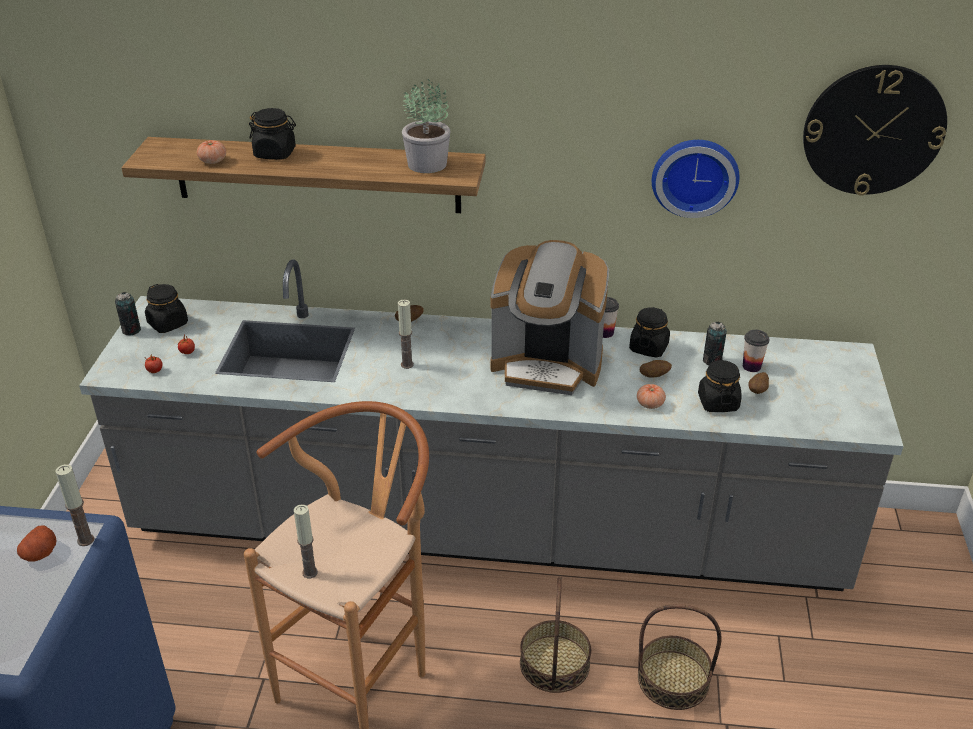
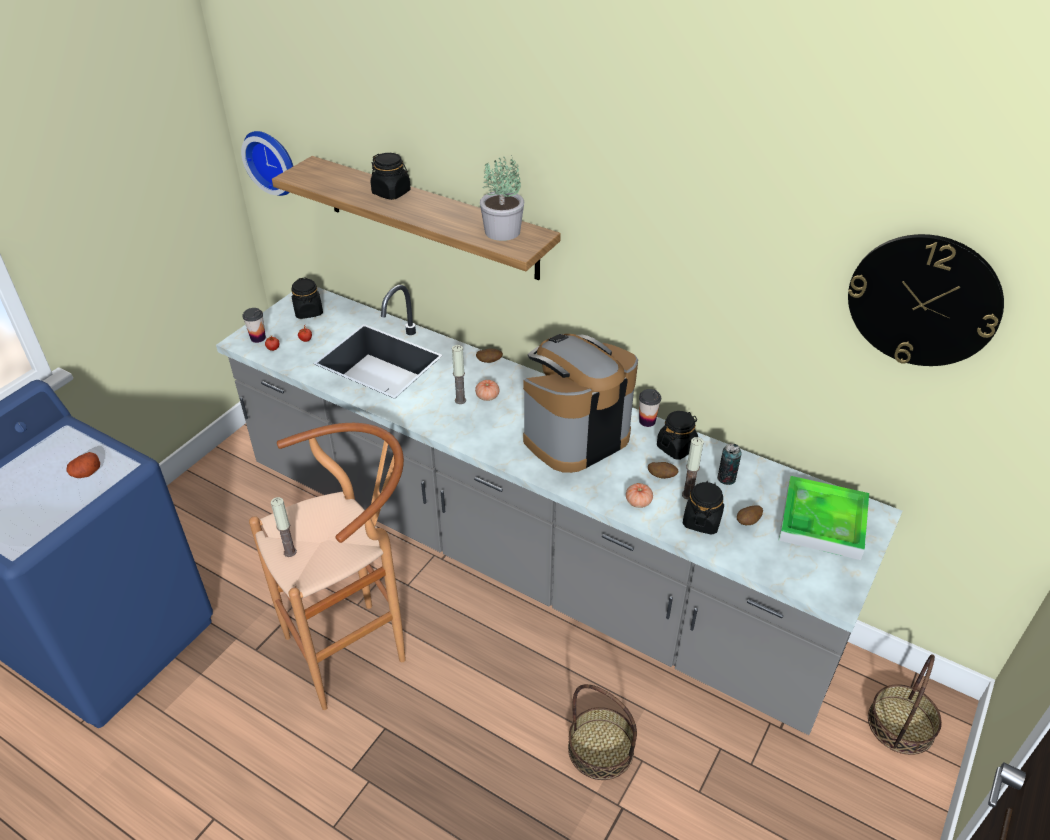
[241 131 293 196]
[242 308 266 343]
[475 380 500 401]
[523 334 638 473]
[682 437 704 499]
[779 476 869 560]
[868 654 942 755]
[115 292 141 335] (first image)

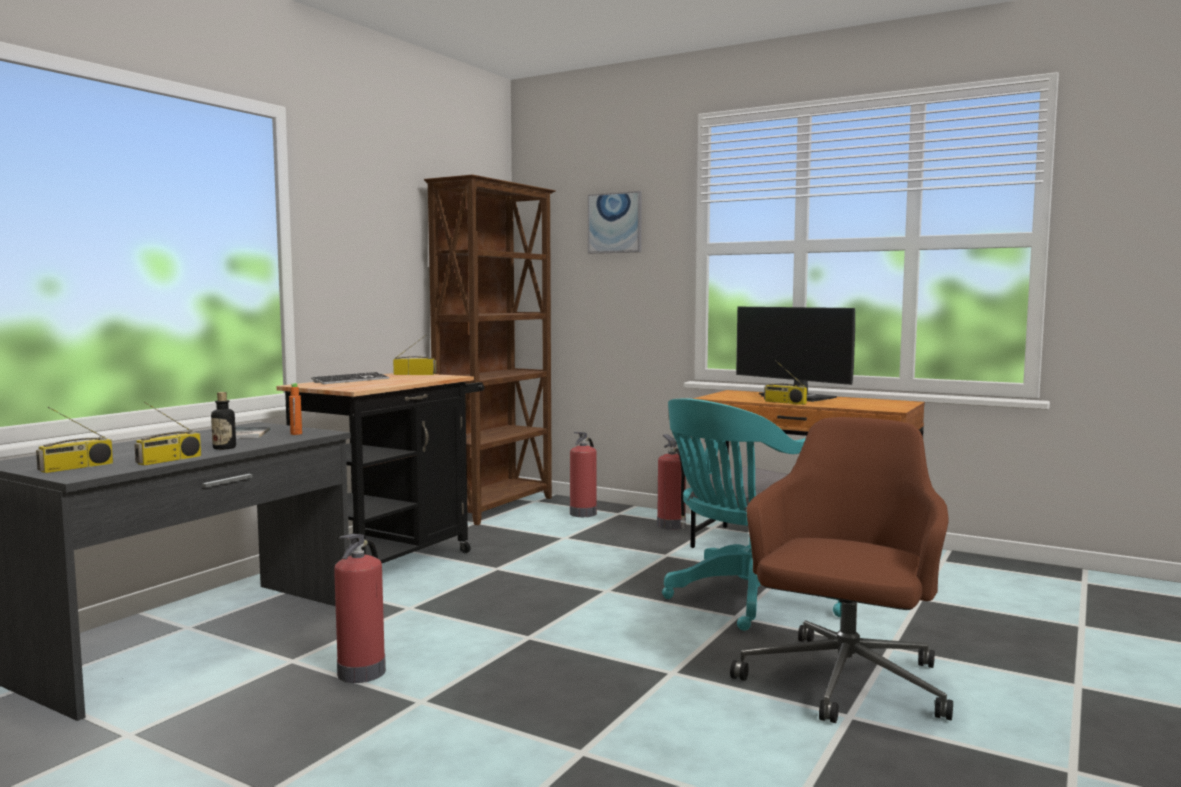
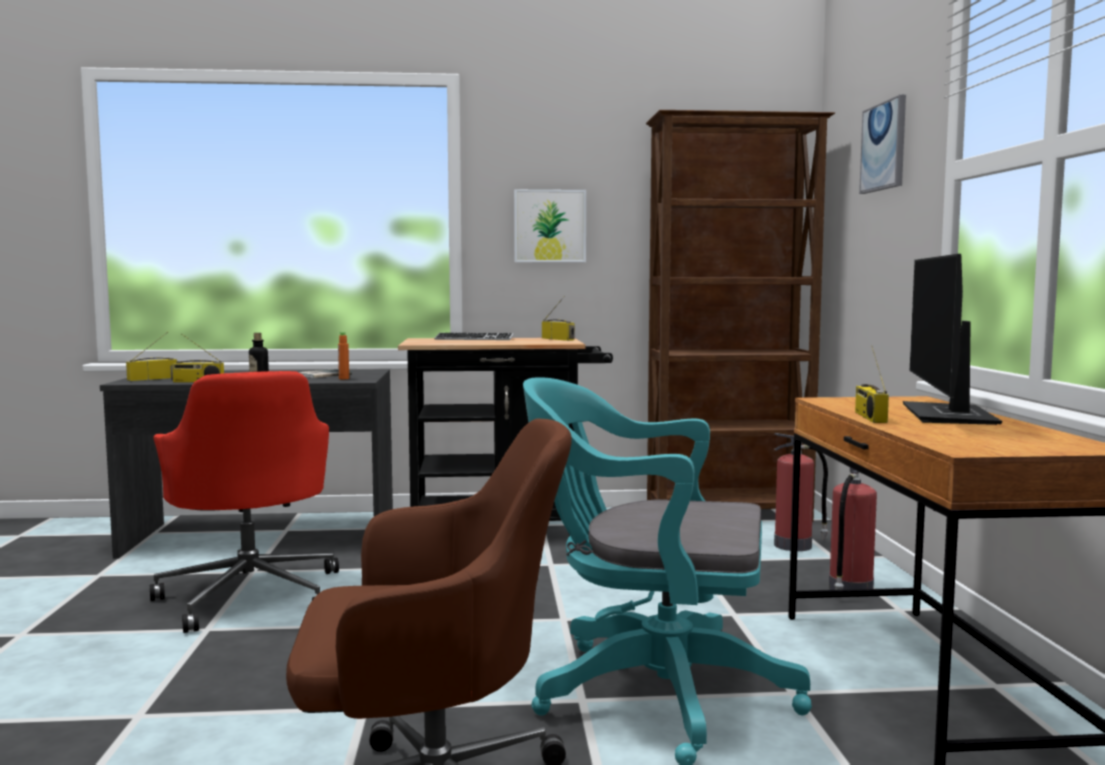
[126 332 179 381]
[150 371 339 633]
[514 189 586 262]

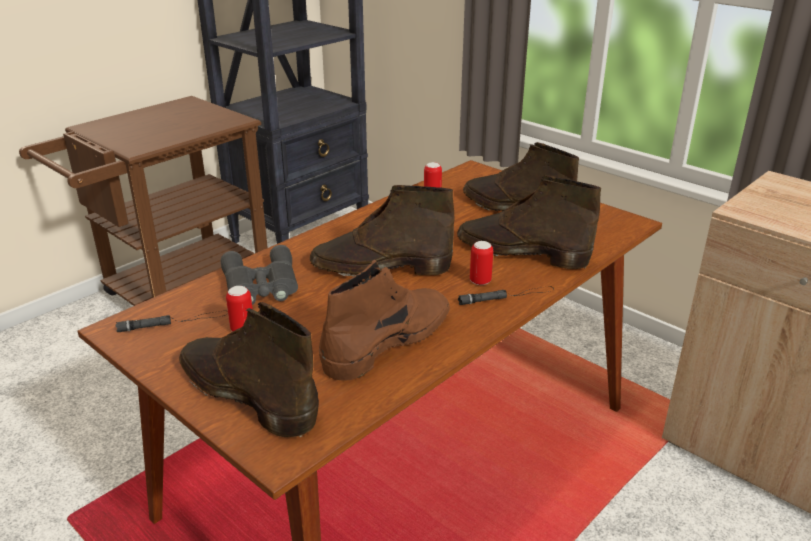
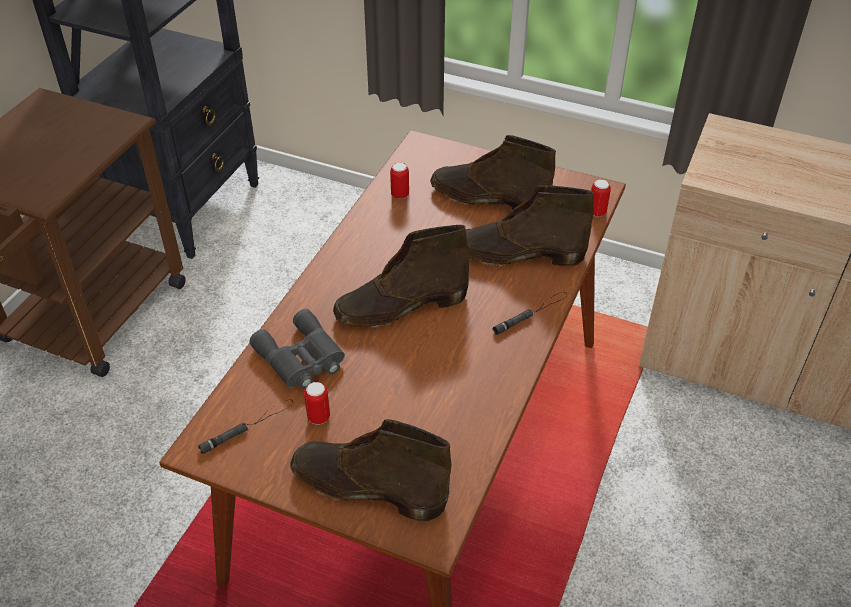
[591 180 611 217]
[319 260 450 380] (first image)

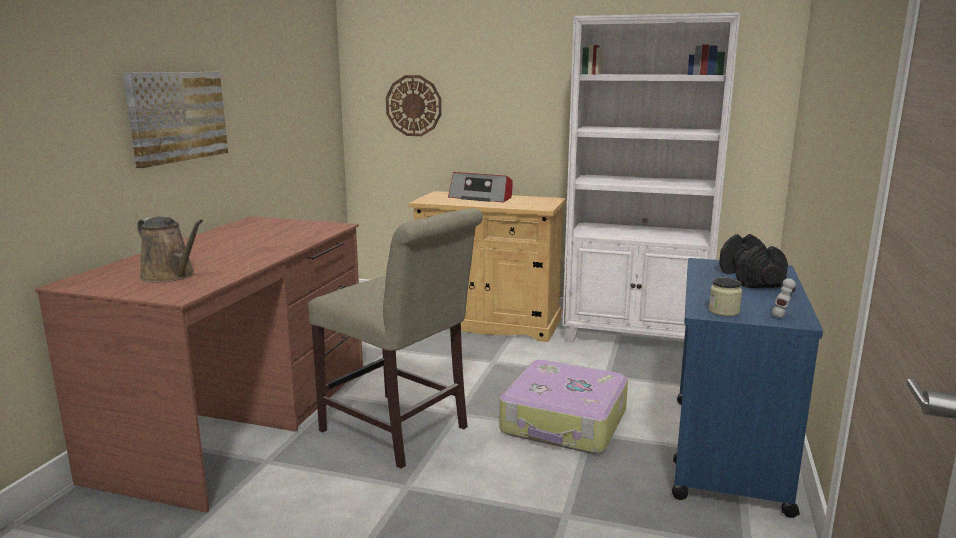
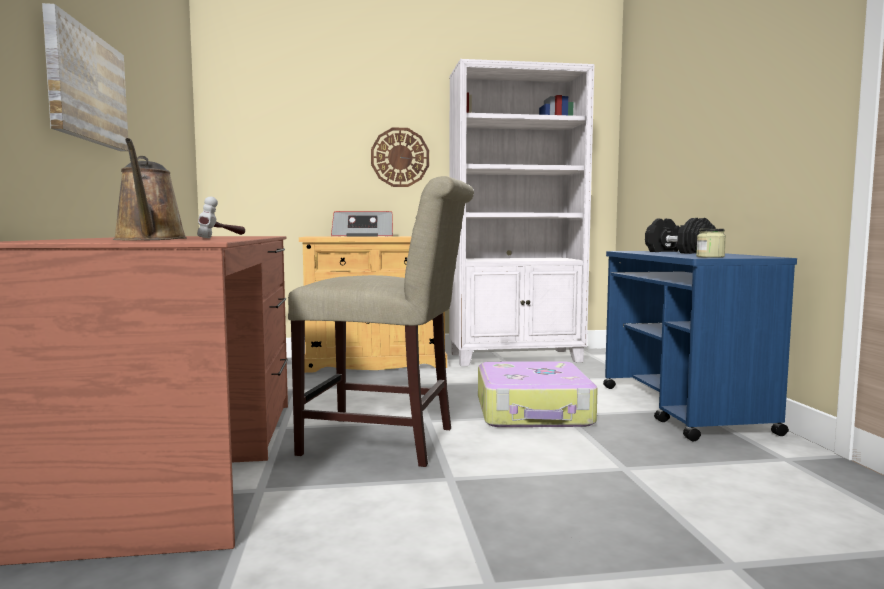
[113 138 187 240]
[197 197 245 238]
[371 127 429 187]

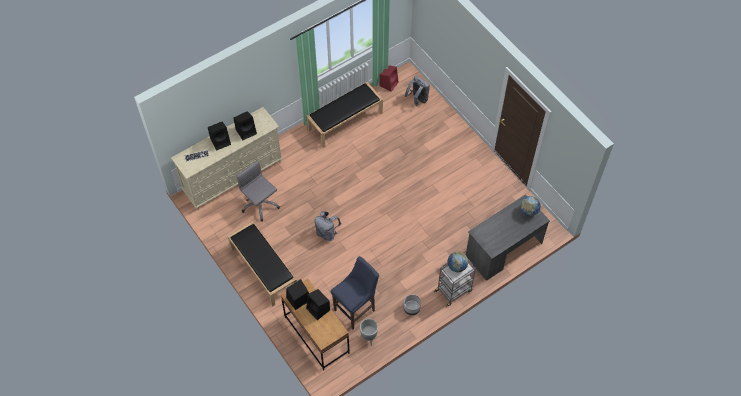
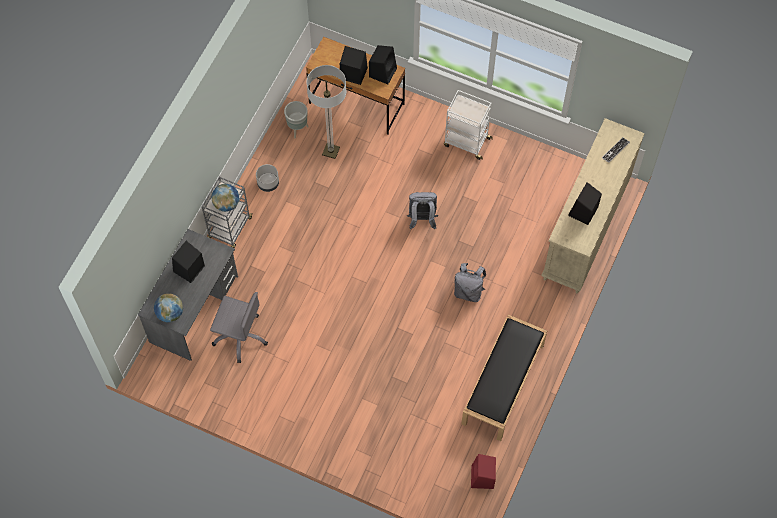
[172 241 205 283]
[210 292 268 363]
[306 65 347 159]
[444 90 493 160]
[454 263 486 302]

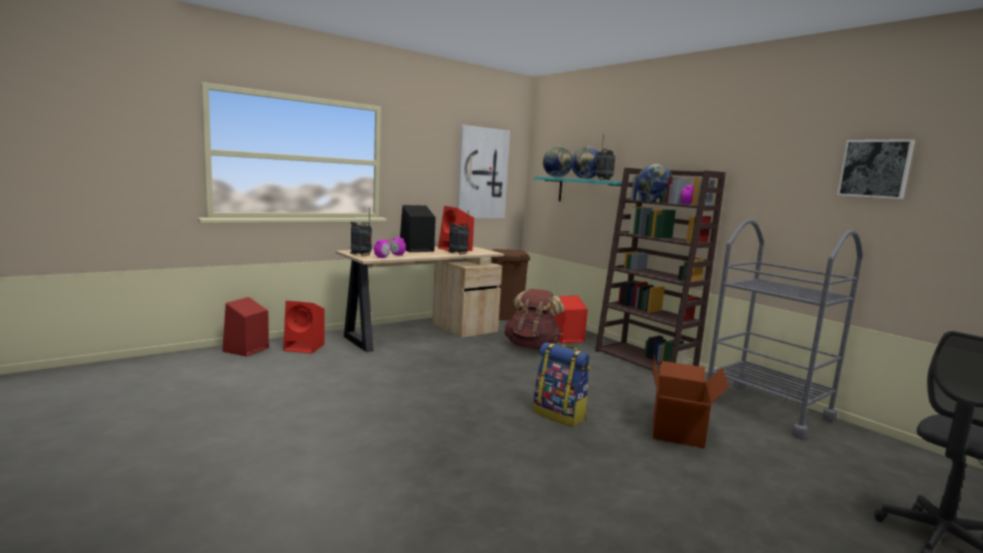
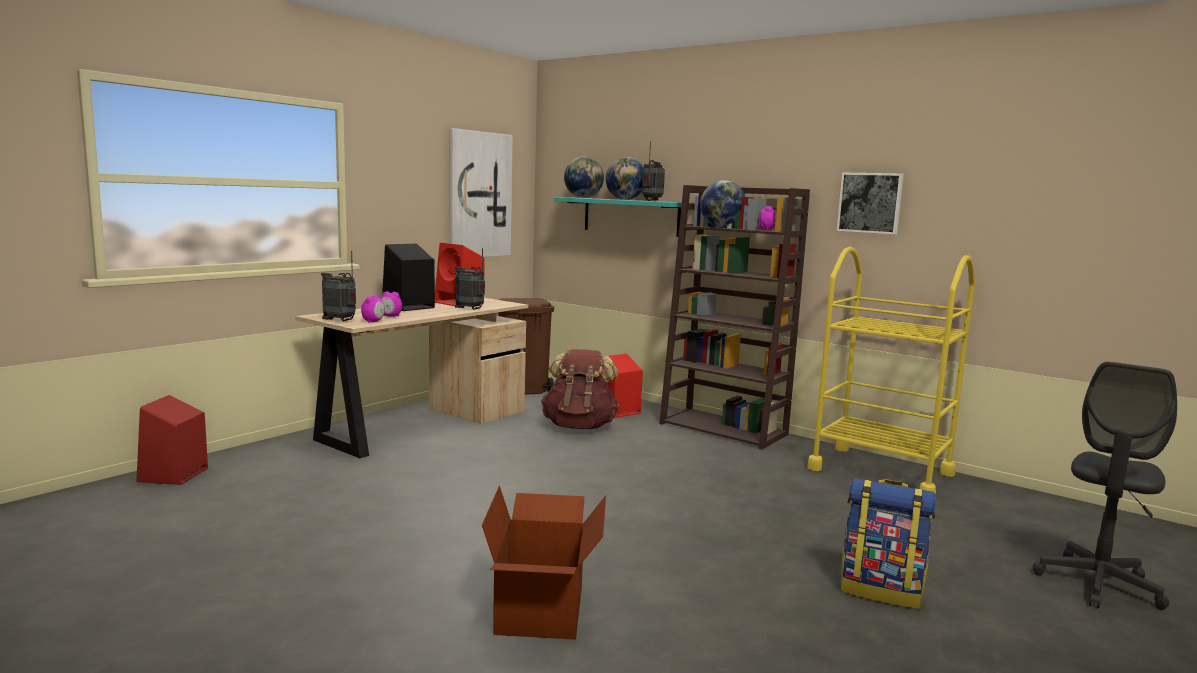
[482 486 606 640]
[807 247 975 495]
[837 173 904 234]
[841 478 936 609]
[283 301 325 353] (first image)

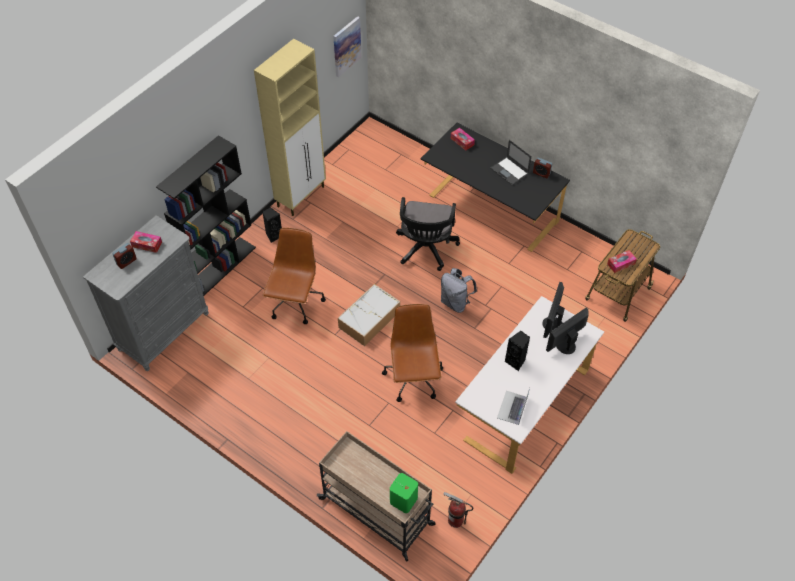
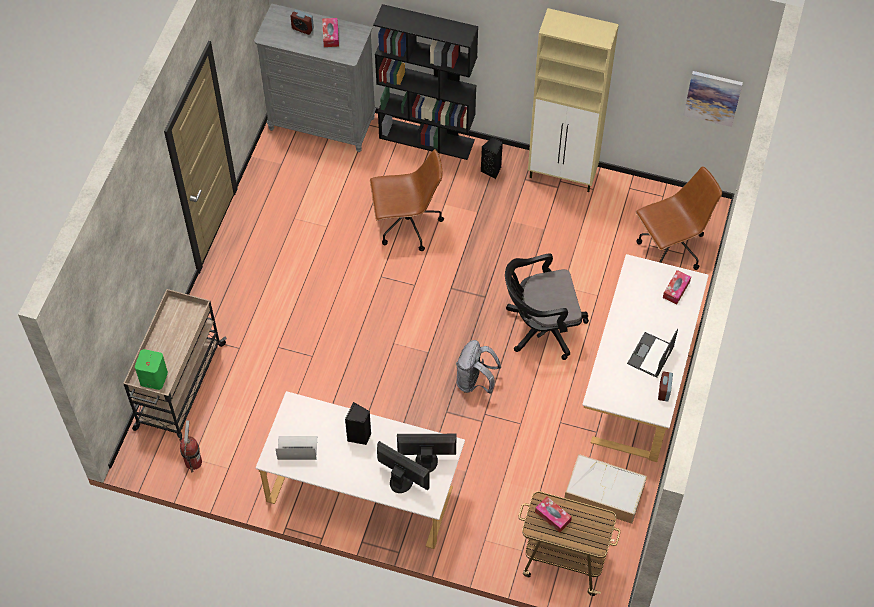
[564 454 647 524]
[582 254 709 462]
[636 166 722 270]

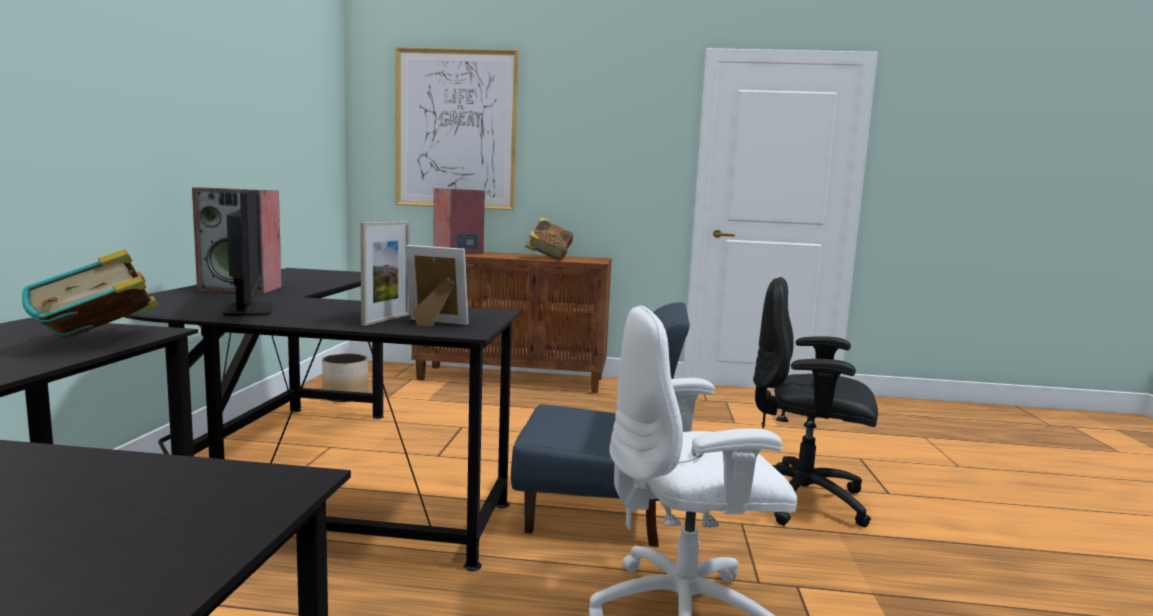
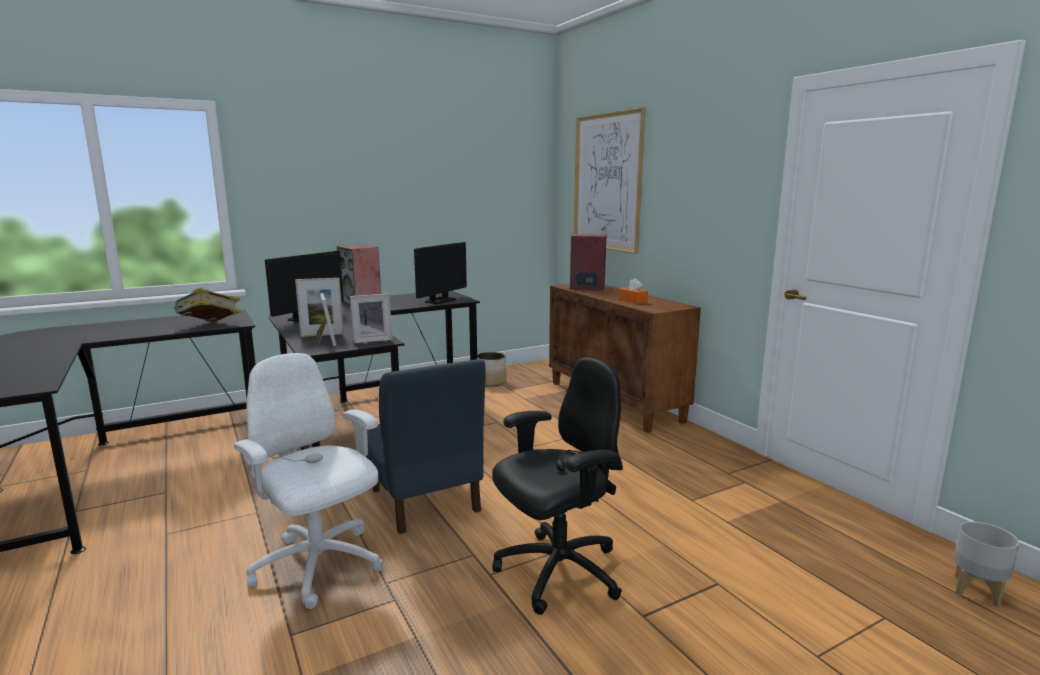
[350 294 393 343]
[414 242 467 304]
[492 357 623 615]
[619 278 648 304]
[954 521 1020 607]

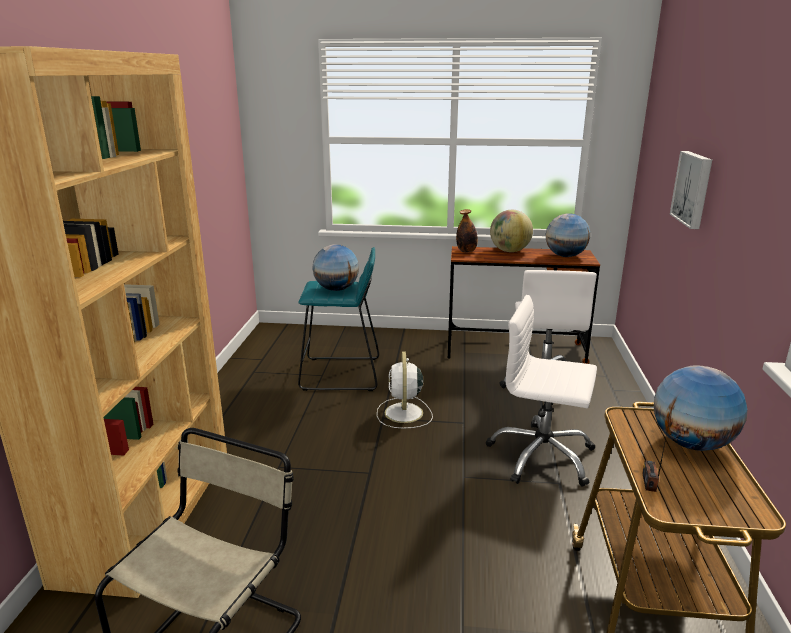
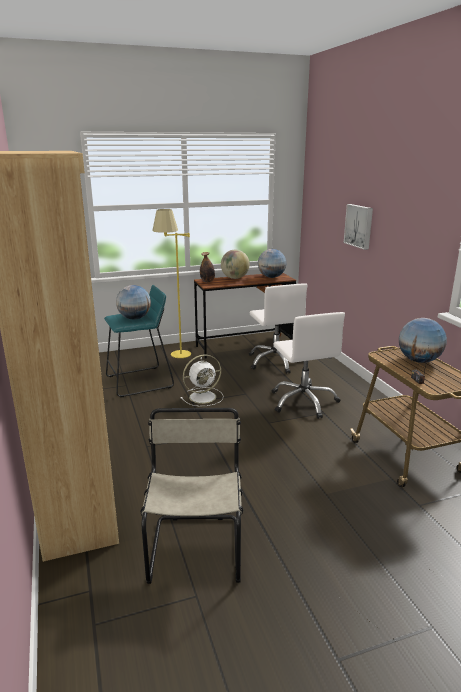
[152 209 191 358]
[180 355 223 407]
[272 312 345 419]

